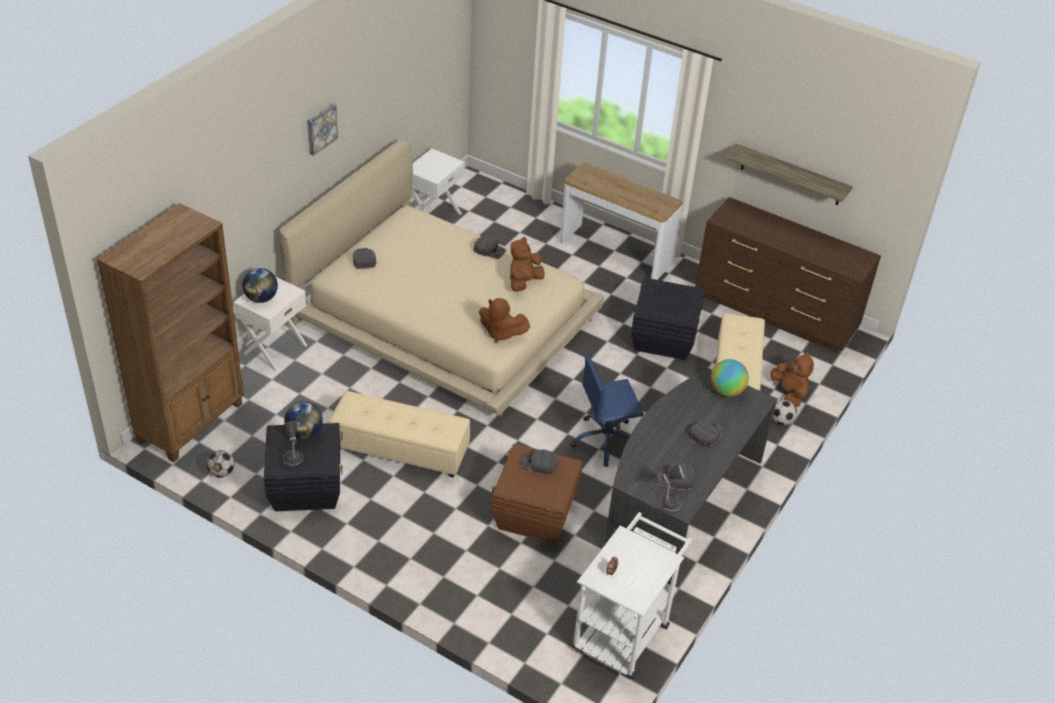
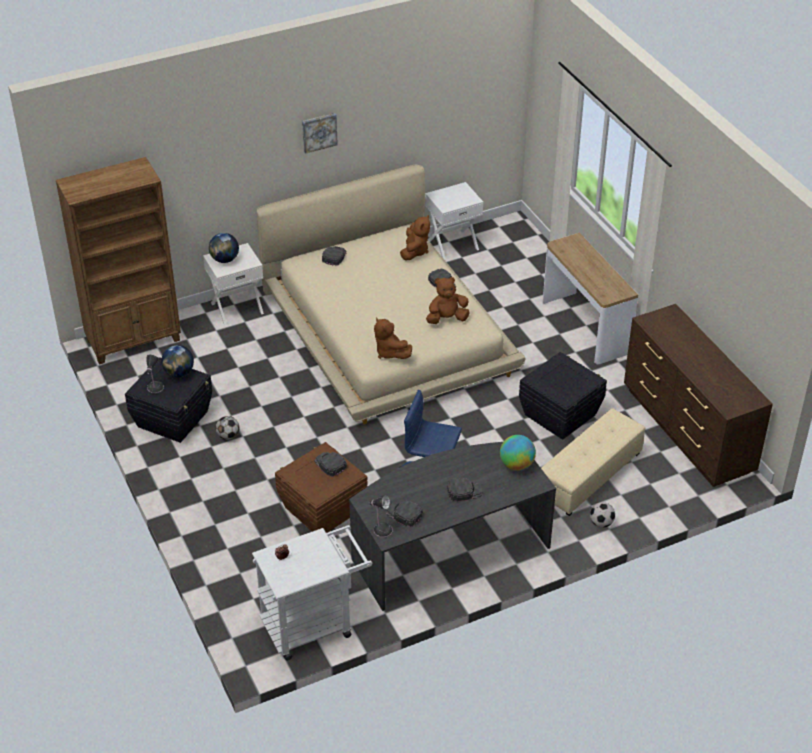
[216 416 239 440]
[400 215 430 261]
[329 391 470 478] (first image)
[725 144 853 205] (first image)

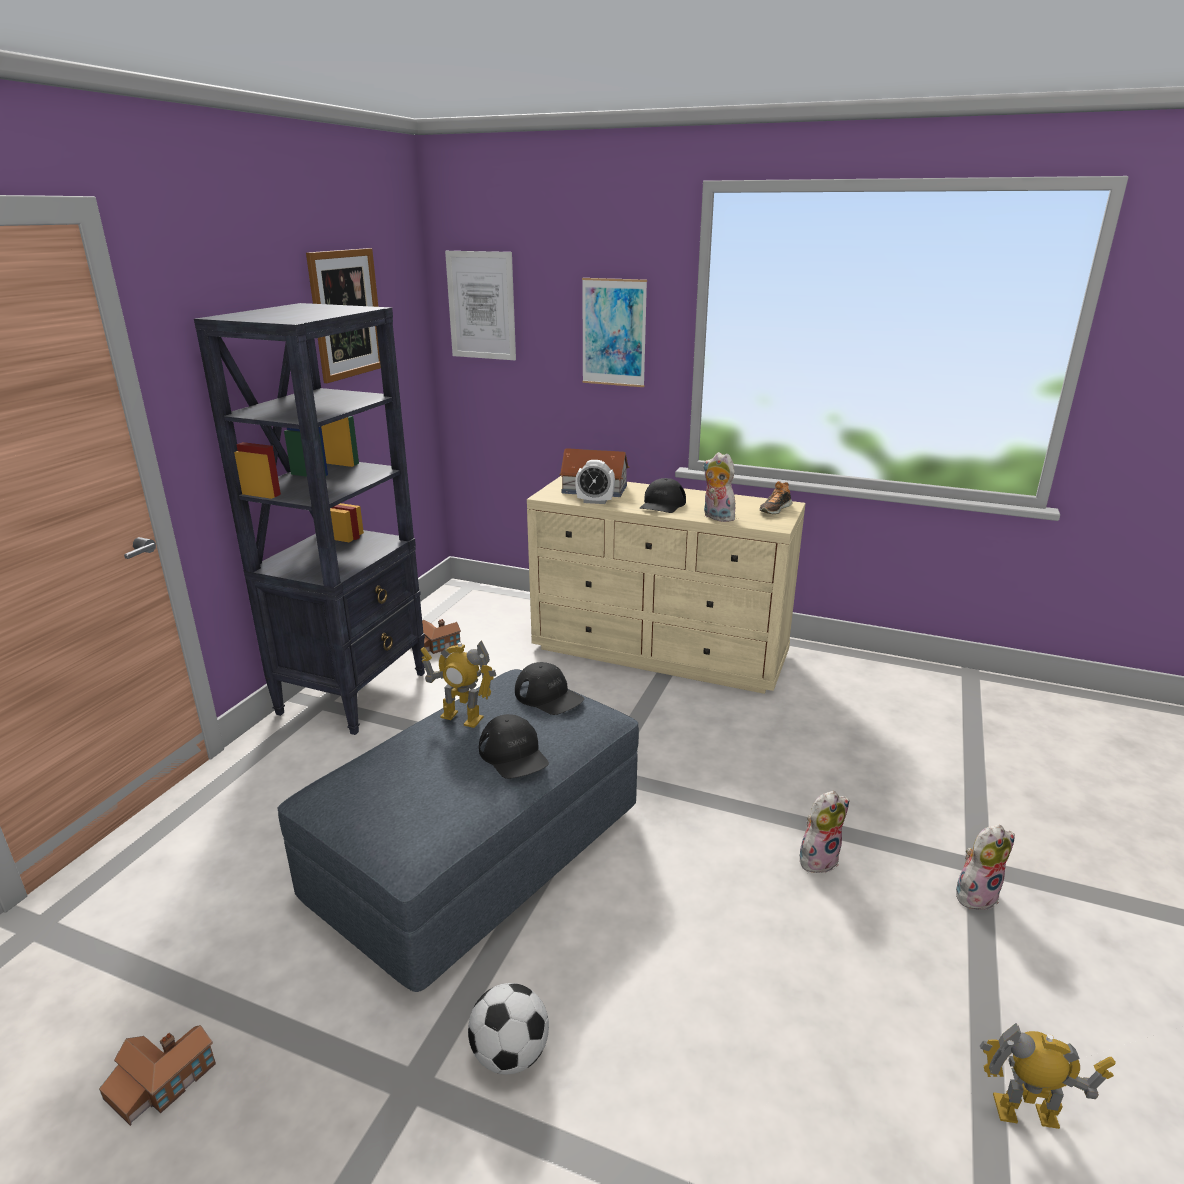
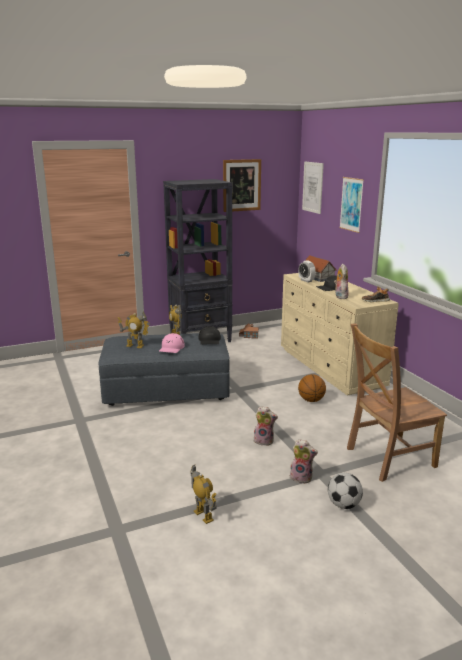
[118 311 150 348]
[159 333 185 353]
[298 374 326 402]
[328 473 363 509]
[347 324 447 482]
[99 1025 216 1126] (first image)

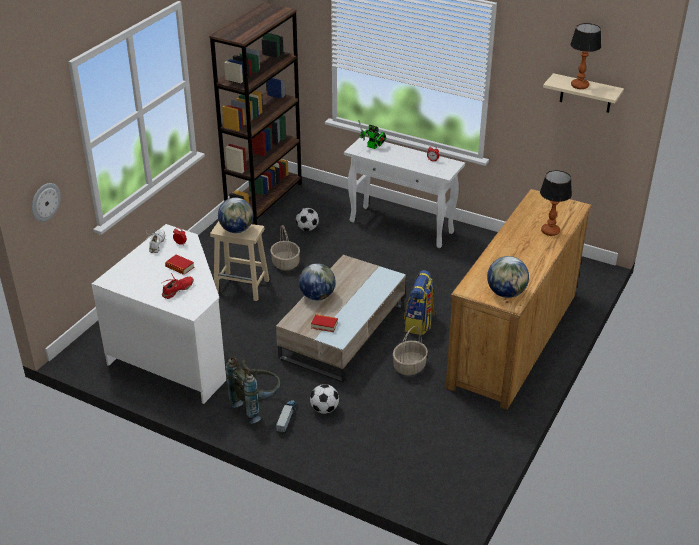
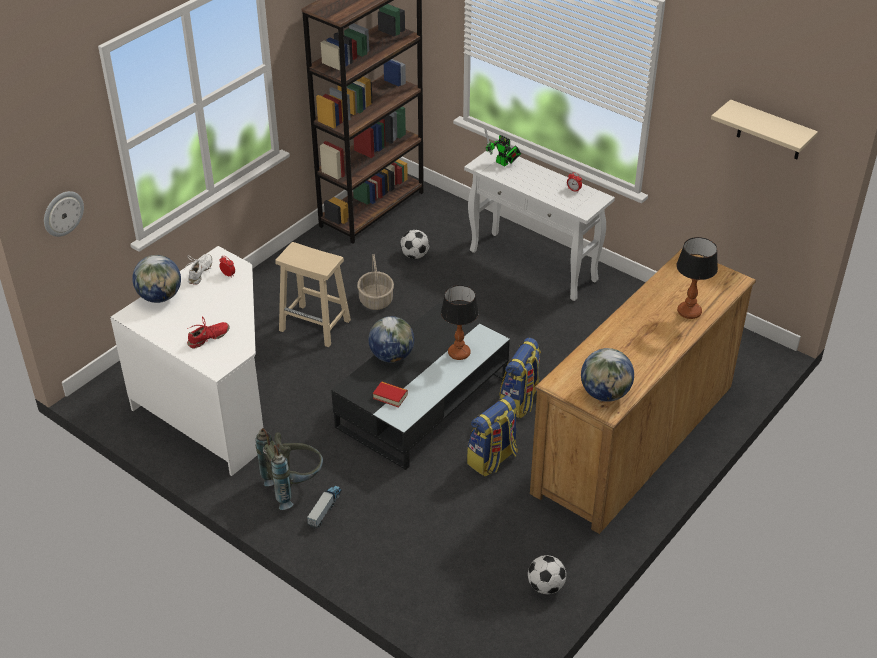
[132 255 181 303]
[331 303 510 470]
[441 285 479 360]
[467 396 518 477]
[528 555 566 594]
[165 254 194 275] (first image)

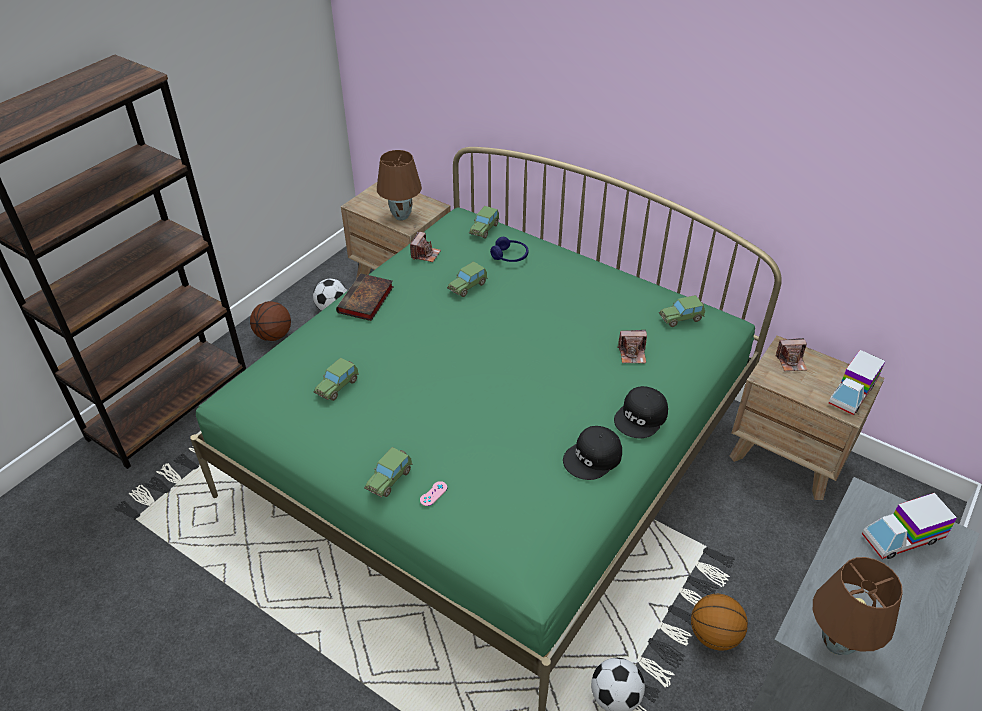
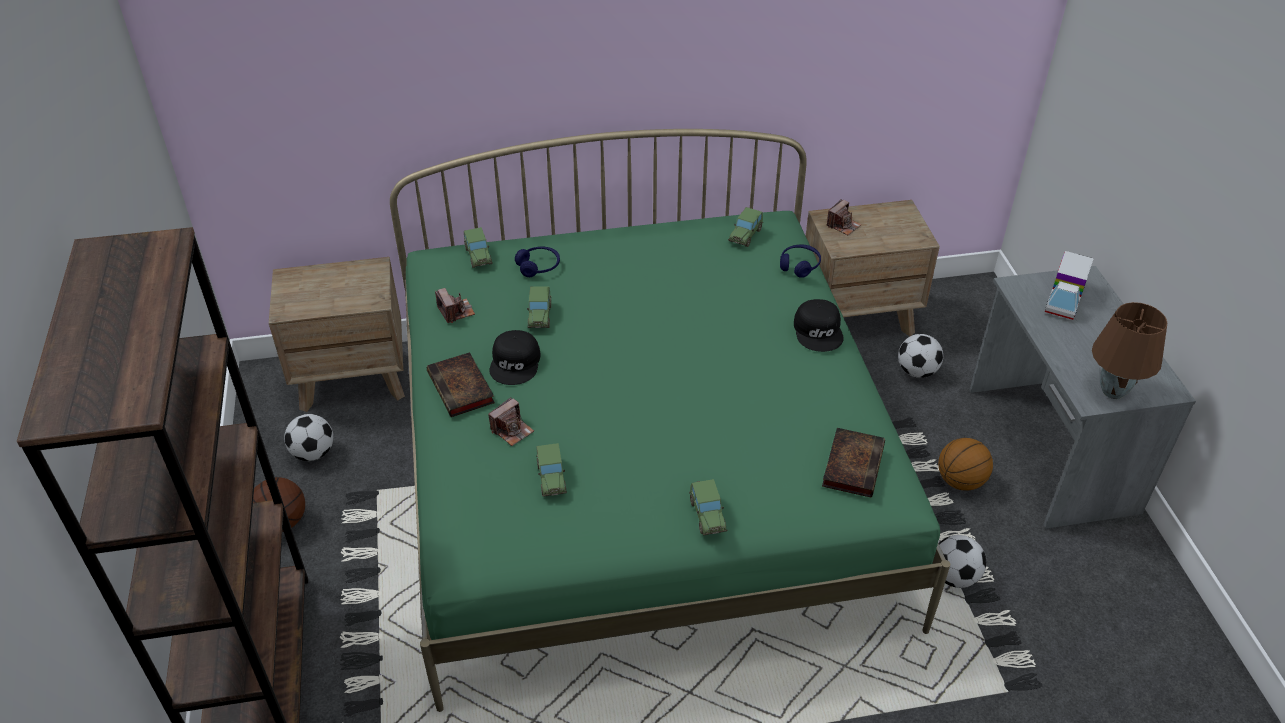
[488 397 534 446]
[489 330 540 385]
[780 245 821 278]
[822 428 885 498]
[898 334 943 378]
[377 150 422 220] (first image)
[420 481 447 506] (first image)
[828 350 885 415] (first image)

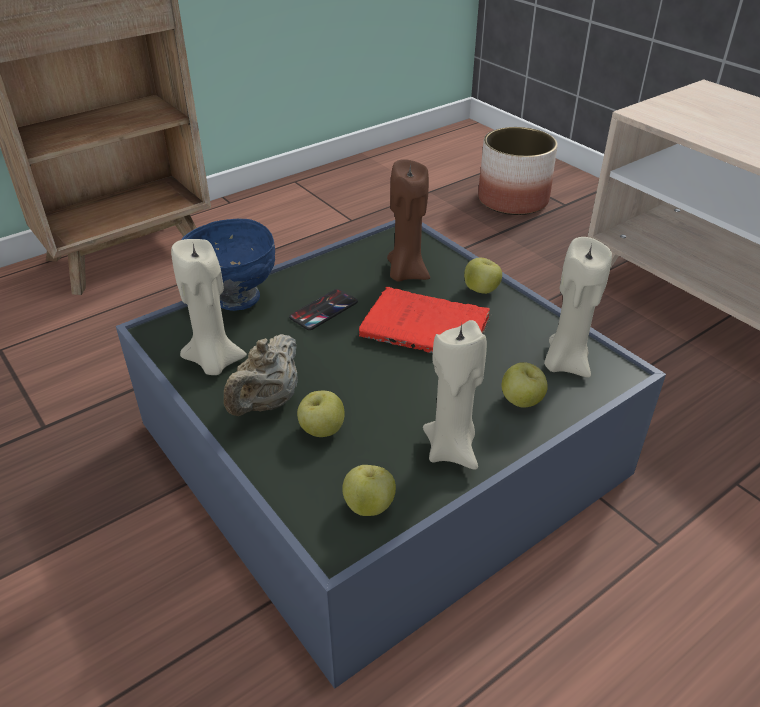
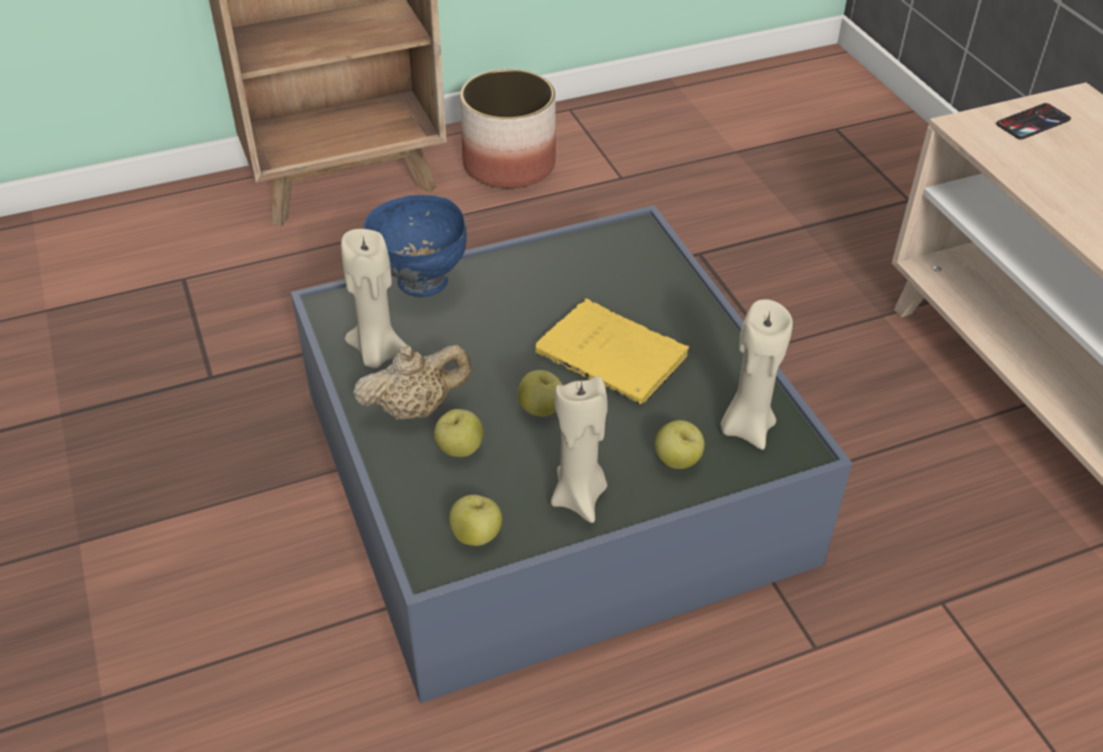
[353 345 471 420]
[460 69 556 188]
[518 370 563 417]
[535 299 691 404]
[996 103 1071 139]
[387 159 430 282] (first image)

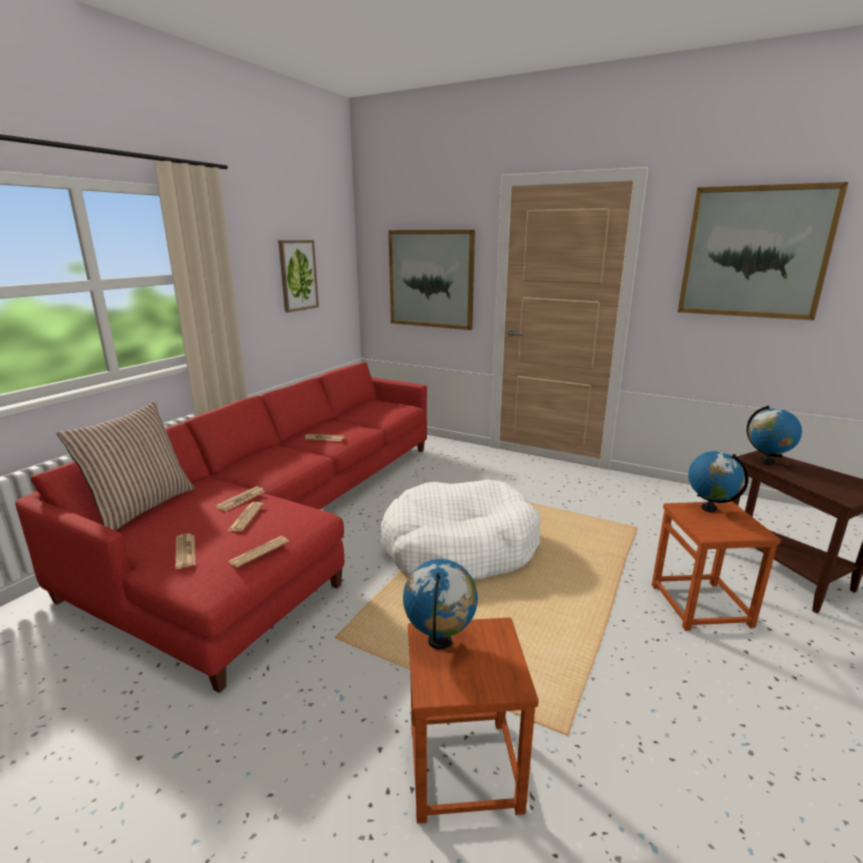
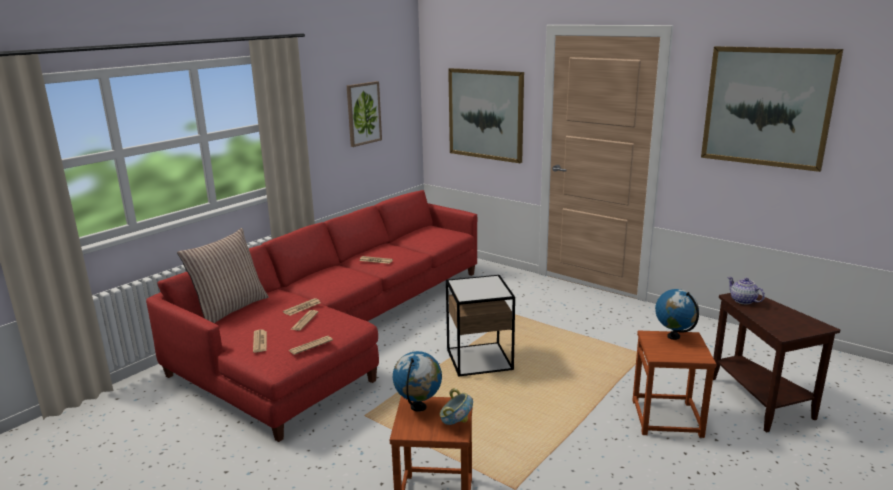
[439 388 473 425]
[446 275 515 377]
[728 277 765 304]

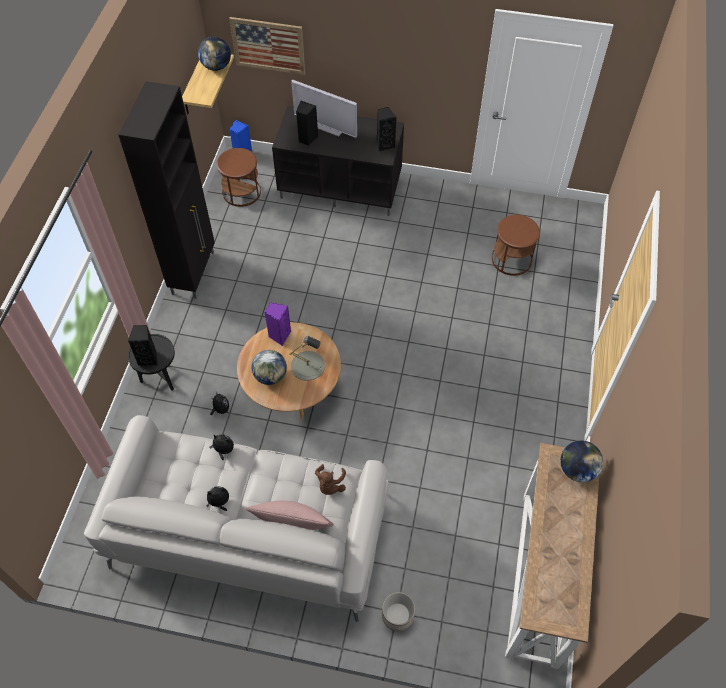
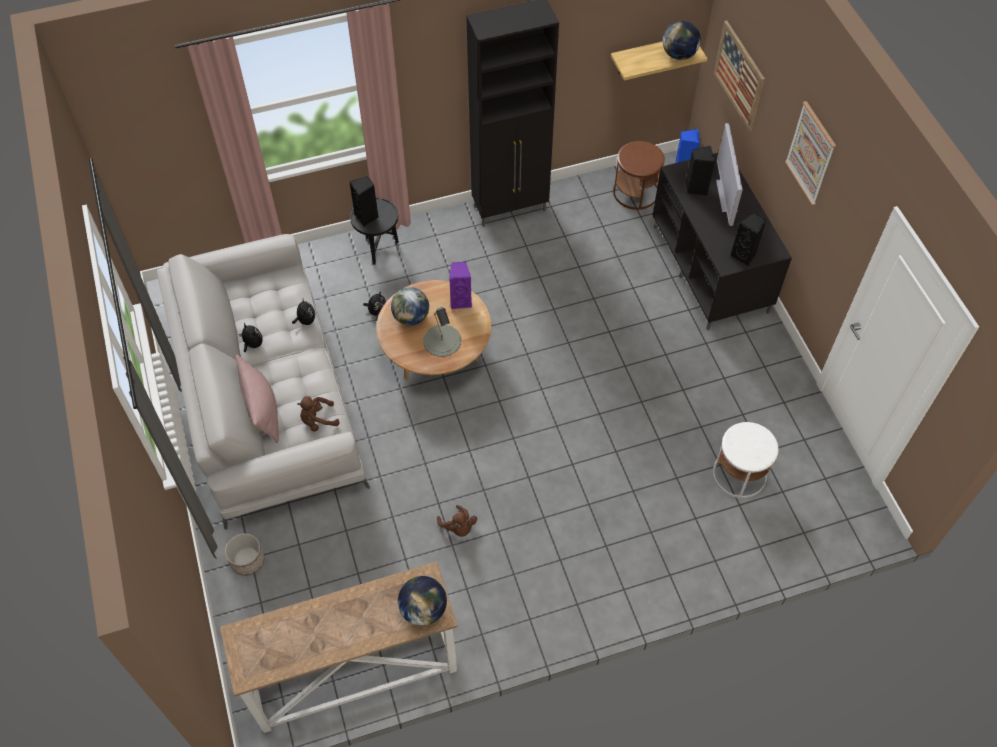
[437 505 477 537]
[713 422 778 498]
[785 101 836 205]

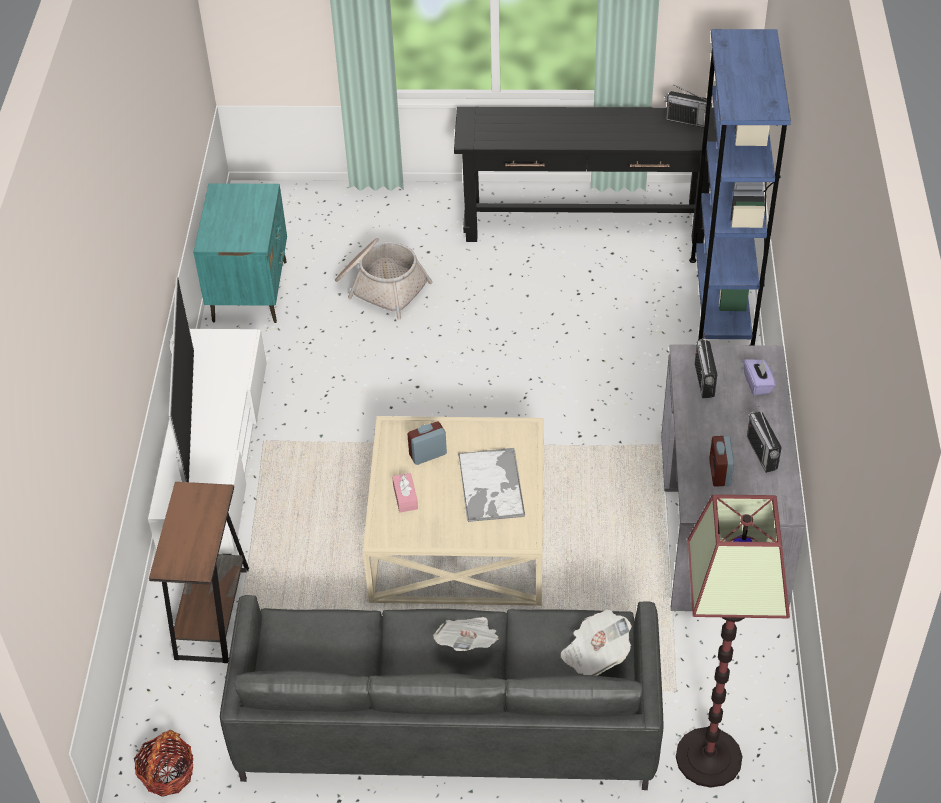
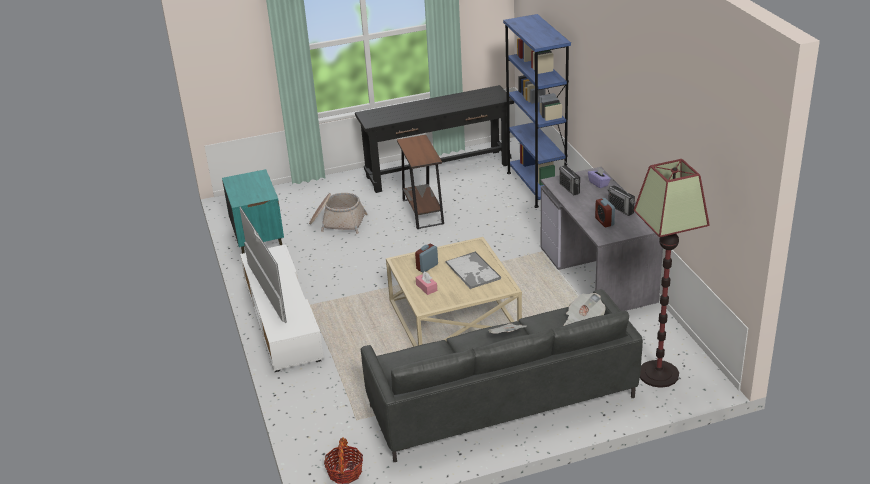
[397 135 444 229]
[664 85 712 127] (first image)

